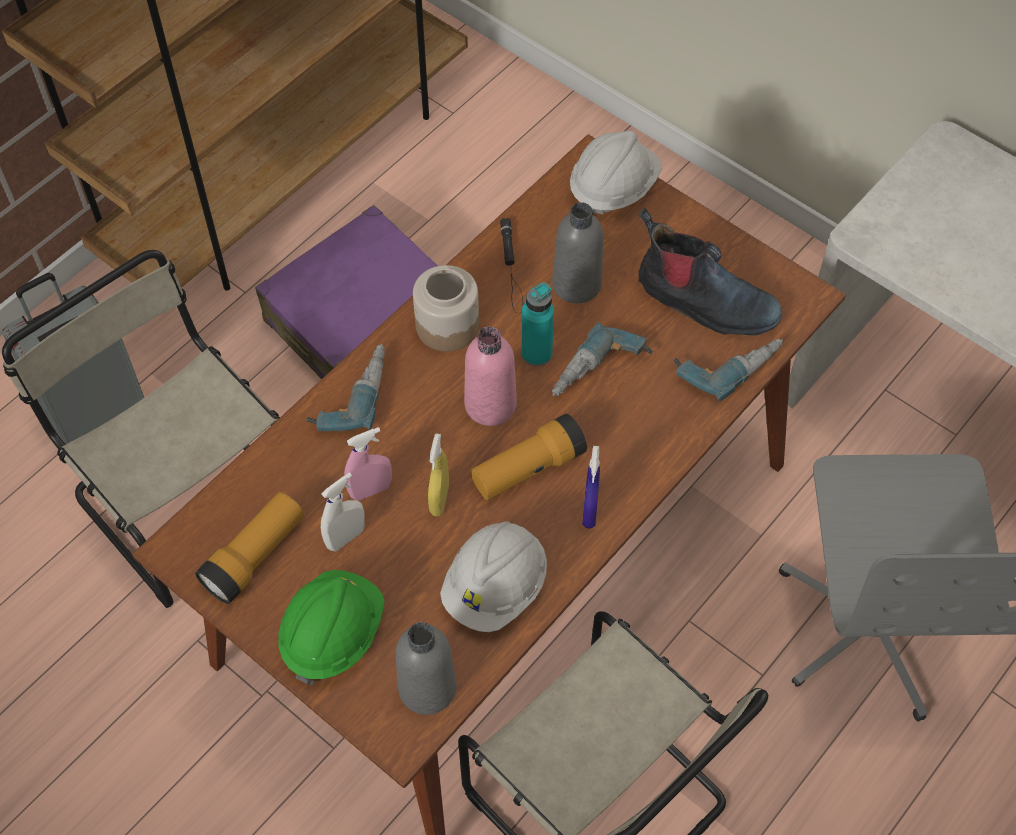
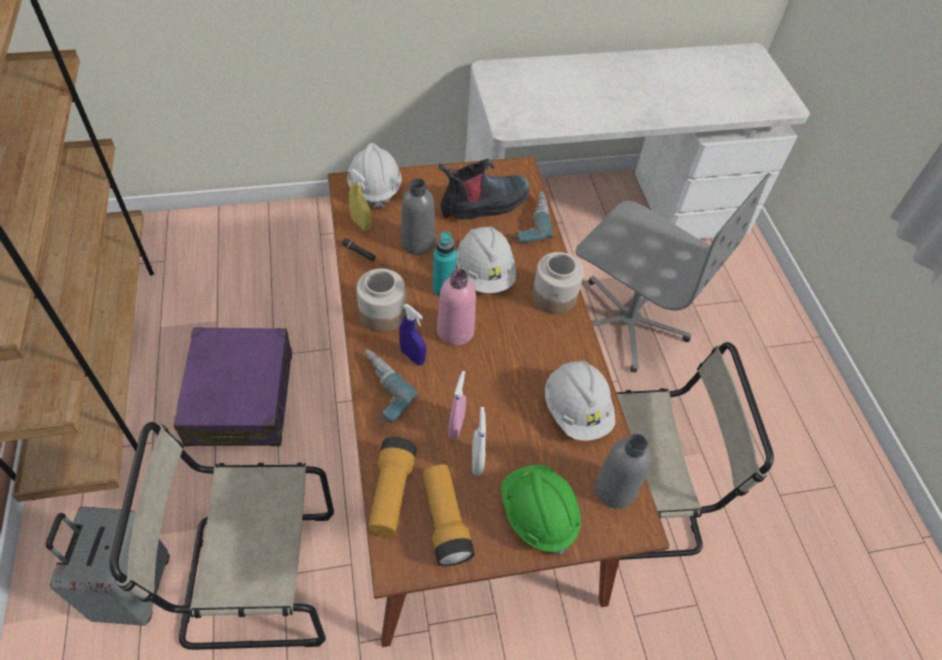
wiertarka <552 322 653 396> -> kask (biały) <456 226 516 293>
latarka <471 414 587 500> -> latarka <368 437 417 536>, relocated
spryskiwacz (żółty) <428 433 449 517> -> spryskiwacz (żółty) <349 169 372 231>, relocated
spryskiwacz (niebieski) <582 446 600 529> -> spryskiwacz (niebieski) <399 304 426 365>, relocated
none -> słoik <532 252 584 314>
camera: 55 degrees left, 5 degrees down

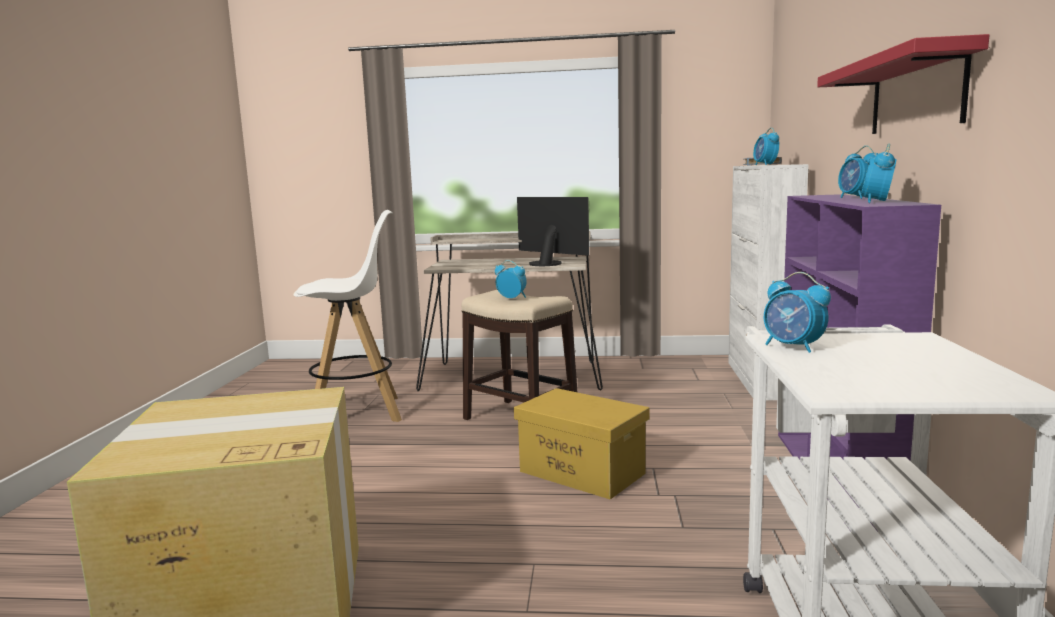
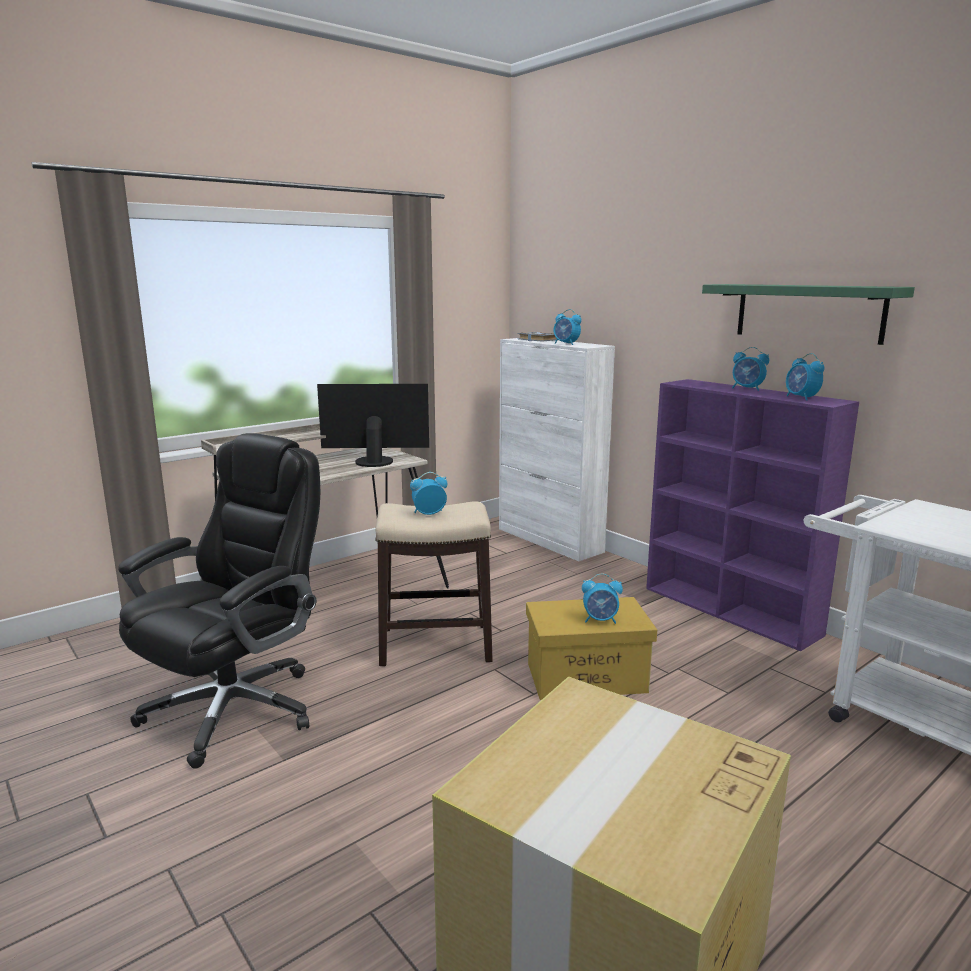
półka (czerwony) <817 34 989 134> -> półka (zielony) <702 284 915 345>
stołek (biały) <293 210 402 422> -> krzesło biurowe (czarny) <118 433 320 769>
budzik <764 272 831 353> -> budzik <582 573 623 624>, relocated
camera: 45 degrees left, 5 degrees up

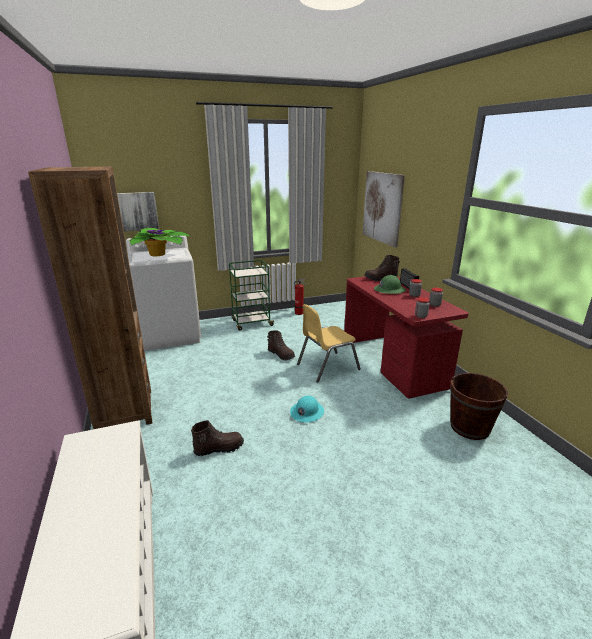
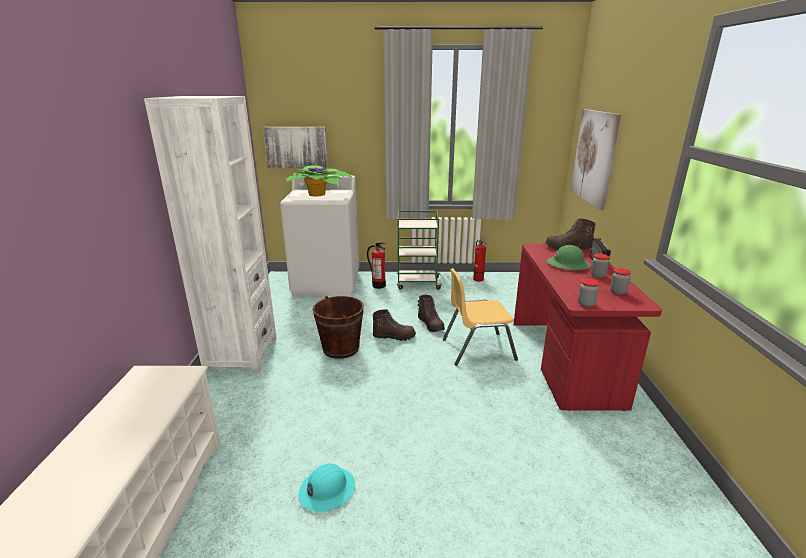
regał (brązowy) <28 166 152 429> -> regał (biały) <144 96 277 373>
wiadro (brązowy) <450 373 508 440> -> wiadro (brązowy) <313 296 364 359>, relocated
kask (turkusowy) <290 395 324 422> -> kask (turkusowy) <298 464 355 512>, relocated
but z cholewką (brązowy) <191 420 244 456> -> but z cholewką (brązowy) <373 310 416 341>, relocated
none -> gaśnica <367 242 386 289>
camera: 20 degrees right, 0 degrees up

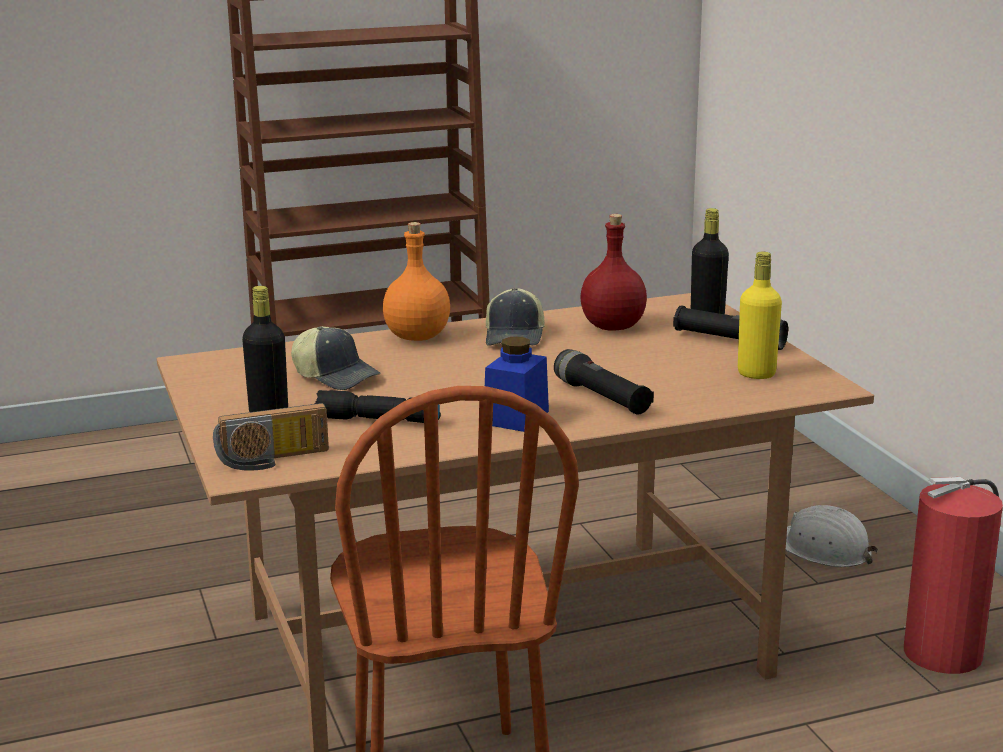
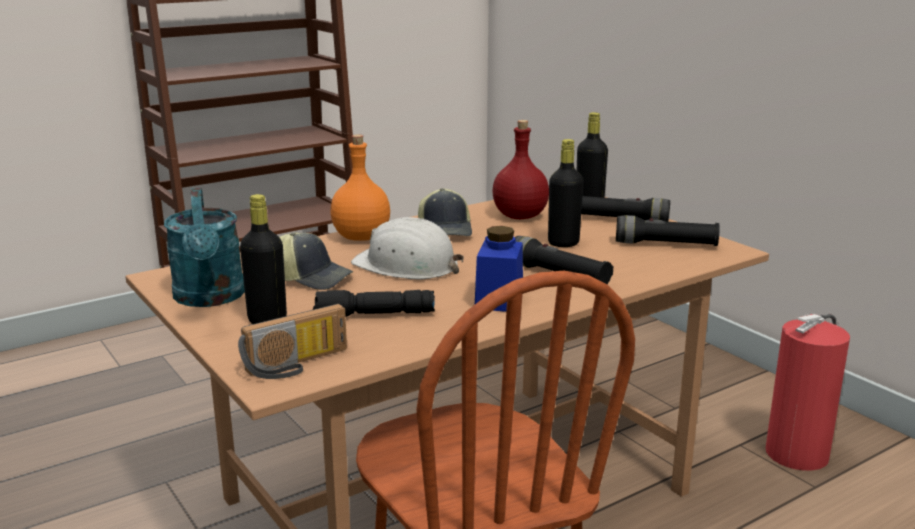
butelka (żółty) <738 252 782 379> -> latarka (czarny) <616 215 720 246>
kask (biały) <786 505 878 567> -> kask (biały) <351 217 464 279>, relocated
none -> butelka (czarny) <548 139 583 247>
none -> konewka (turkusowy) <164 188 245 307>
camera: 15 degrees left, 0 degrees up

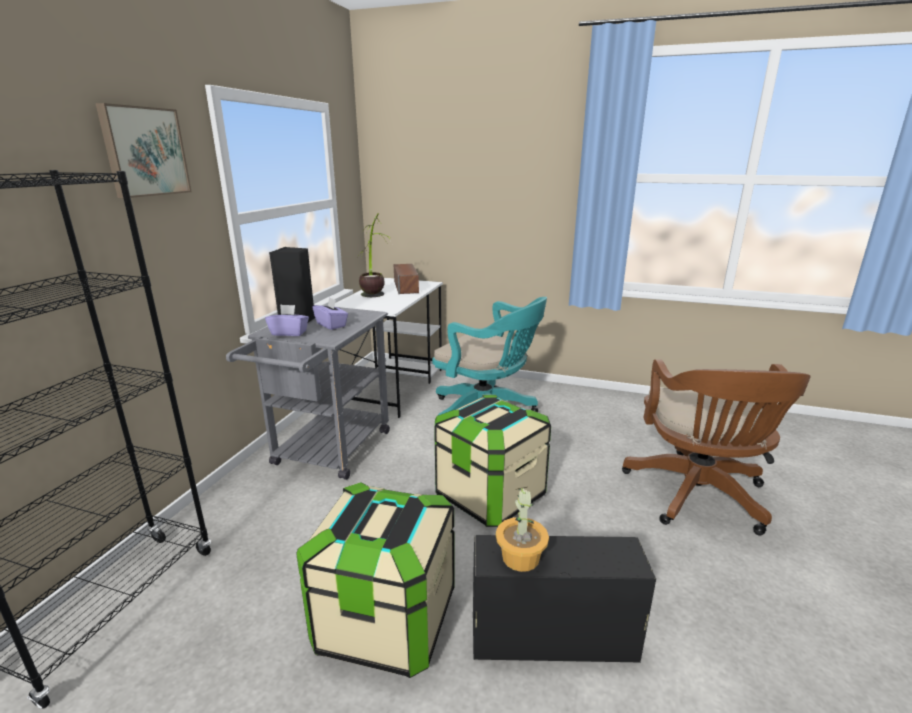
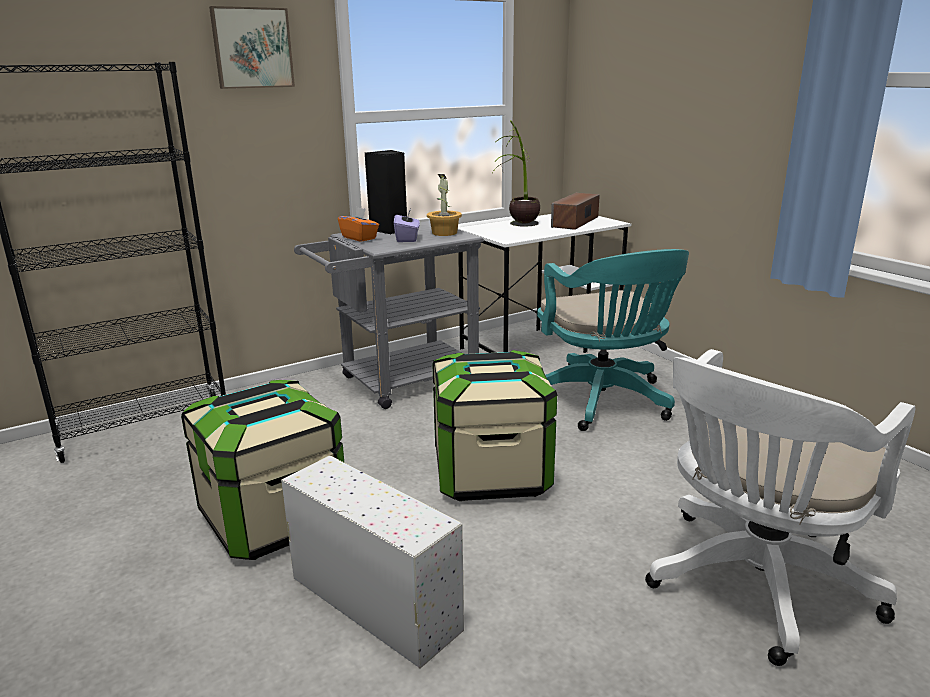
pudełko chusteczek (fioletowy) <265 304 309 336> -> pudełko chusteczek (pomarańczowy) <338 207 379 242>
krzesło biurowe (brązowy) <622 359 810 536> -> krzesło biurowe (biały) <645 349 915 666>
roślina doniczkowa <496 487 549 572> -> roślina doniczkowa <427 174 462 236>, relocated
pojemnik do przechowywania (czarny) <473 535 656 662> -> pojemnik do przechowywania (biały) <281 456 464 669>
camera: 40 degrees right, 0 degrees up

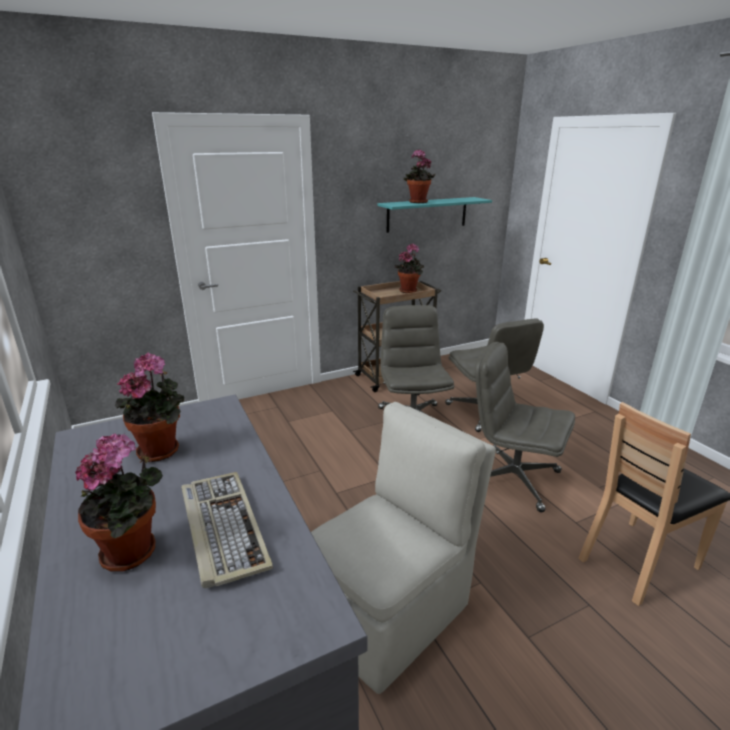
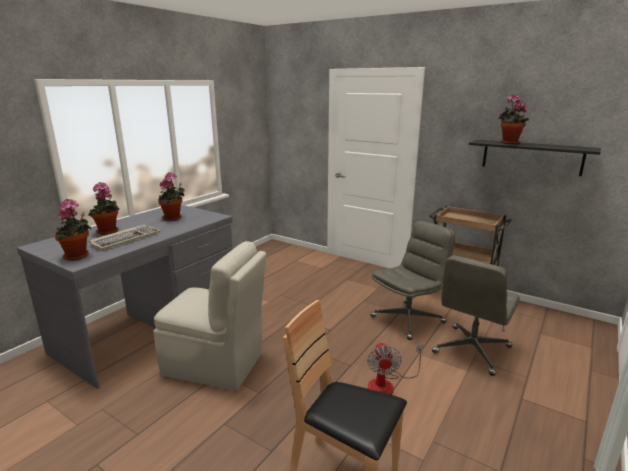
półka (turkusowy) <377 197 492 233> -> półka (czarny) <469 140 601 176>
roślina doniczkowa <394 244 424 293> -> roślina doniczkowa <55 199 91 261>, relocated
krzesło biurowe (szary) <475 342 575 512> -> wentylator <367 342 423 395>
camera: 60 degrees right, 5 degrees down

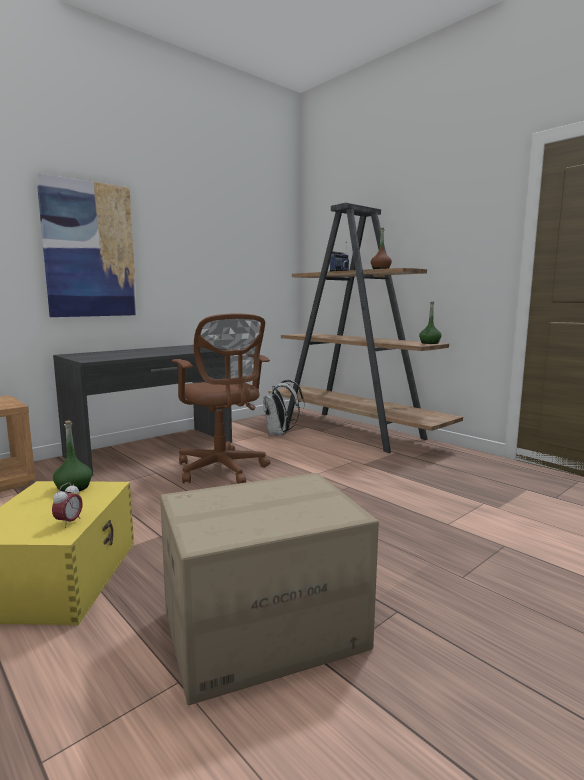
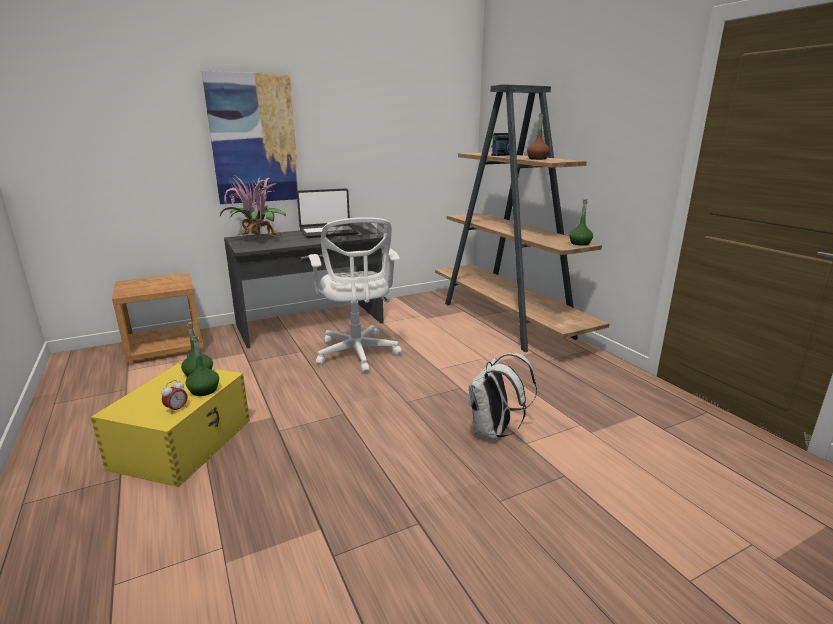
krzesło biurowe (brązowy) <172 313 270 484> -> krzesło biurowe (biały) <308 217 402 373>
plecak (biały) <263 380 305 436> -> plecak (biały) <469 353 537 440>, relocated
karton <160 473 379 705> -> none
none -> roślina doniczkowa <220 174 286 238>
none -> laptop <297 189 359 238>
none -> butelka (zielony) <185 336 219 396>
camera: 15 degrees right, 10 degrees up

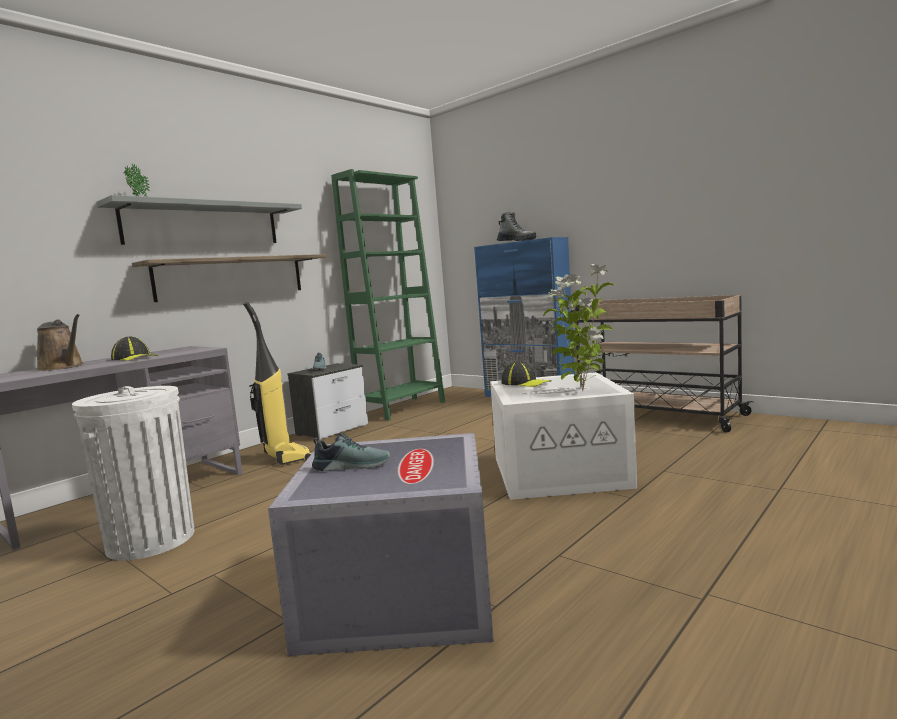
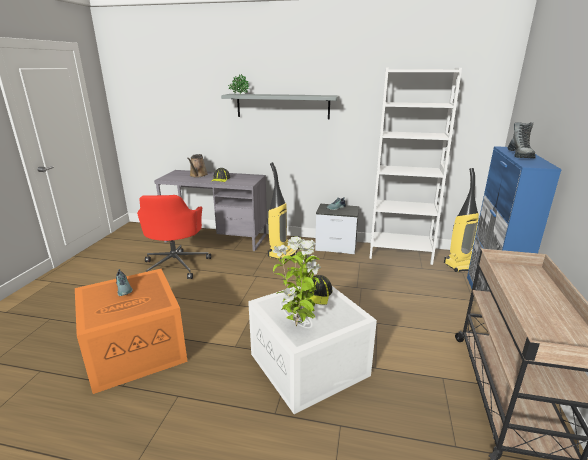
regał (zielony) <331 169 445 421> -> regał (biały) <369 68 462 265>
półka <132 254 326 302> -> none
kosz na śmieci (biały) <72 386 194 561> -> krzesło biurowe (czerwony) <137 195 211 279>
pojemnik do przechowywania (szary) <268 433 494 656> -> pojemnik do przechowywania (pomarańczowy) <75 269 188 394>
none -> odkurzacz <444 168 479 272>
camera: 60 degrees right, 15 degrees up

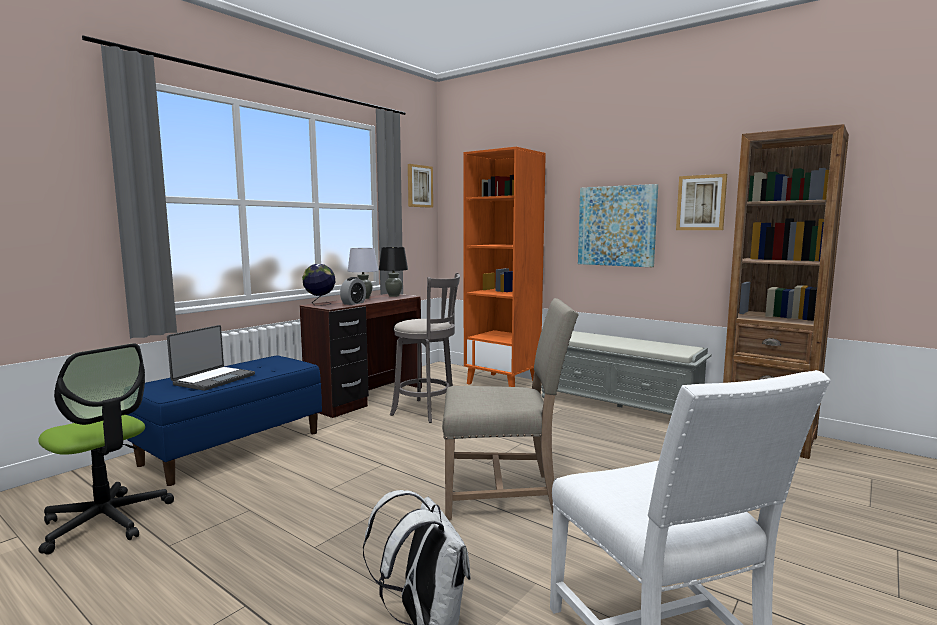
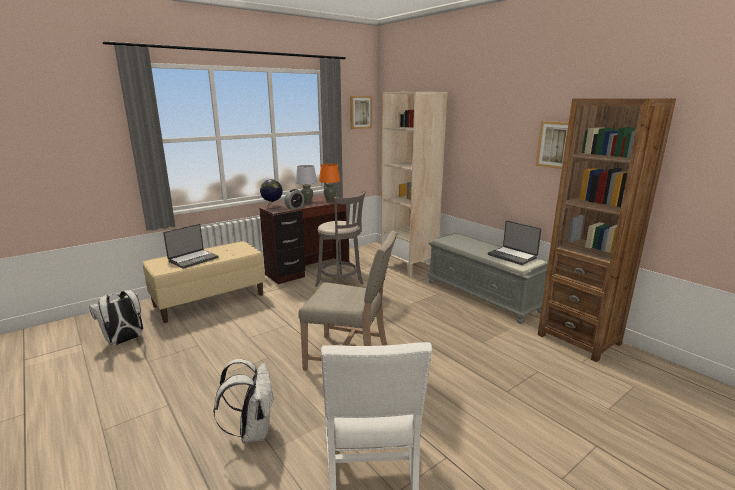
regał (pomarańczowy) <463 147 546 387> -> regał (beżowy) <381 92 448 277>
obraz <578 184 658 267> -> none
lampa stołowa (czarny) <379 247 408 297> -> lampa stołowa (pomarańczowy) <319 164 340 201>
krzesło biurowe <38 343 174 555> -> plecak (biały) <89 290 143 345>
ławka (niebieski) <126 355 322 486> -> ławka (beżowy) <143 241 265 323>
none -> laptop <488 221 542 265>
camera: 15 degrees right, 10 degrees up

